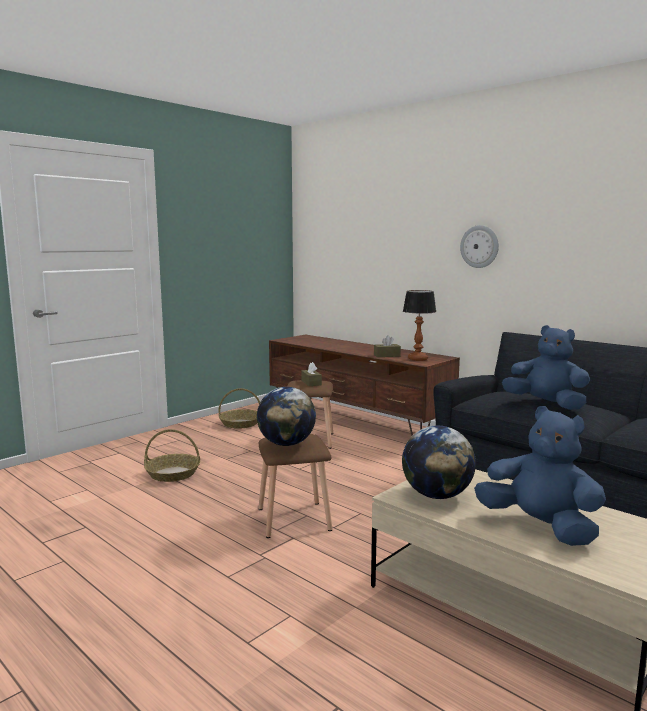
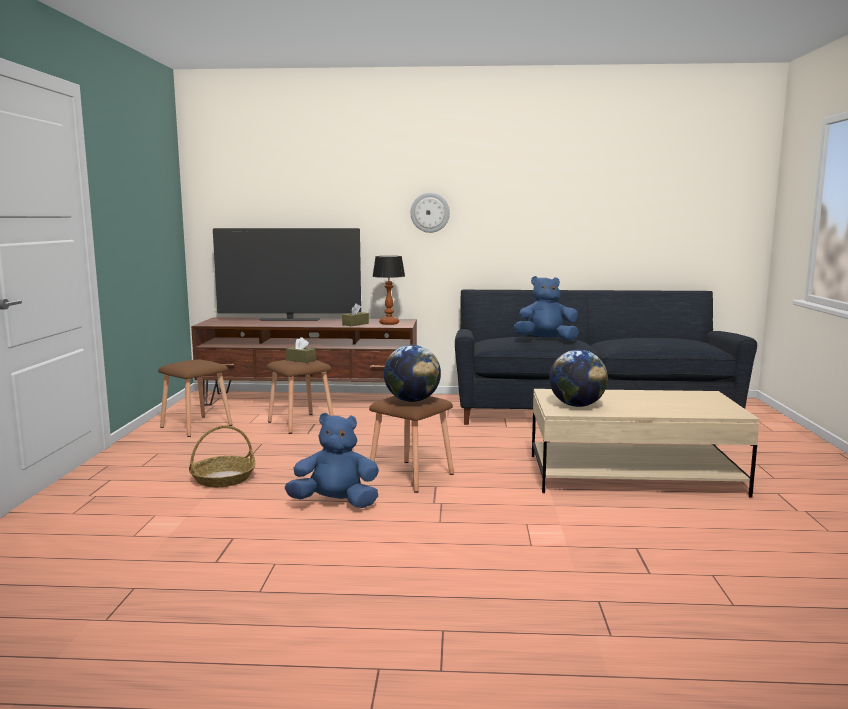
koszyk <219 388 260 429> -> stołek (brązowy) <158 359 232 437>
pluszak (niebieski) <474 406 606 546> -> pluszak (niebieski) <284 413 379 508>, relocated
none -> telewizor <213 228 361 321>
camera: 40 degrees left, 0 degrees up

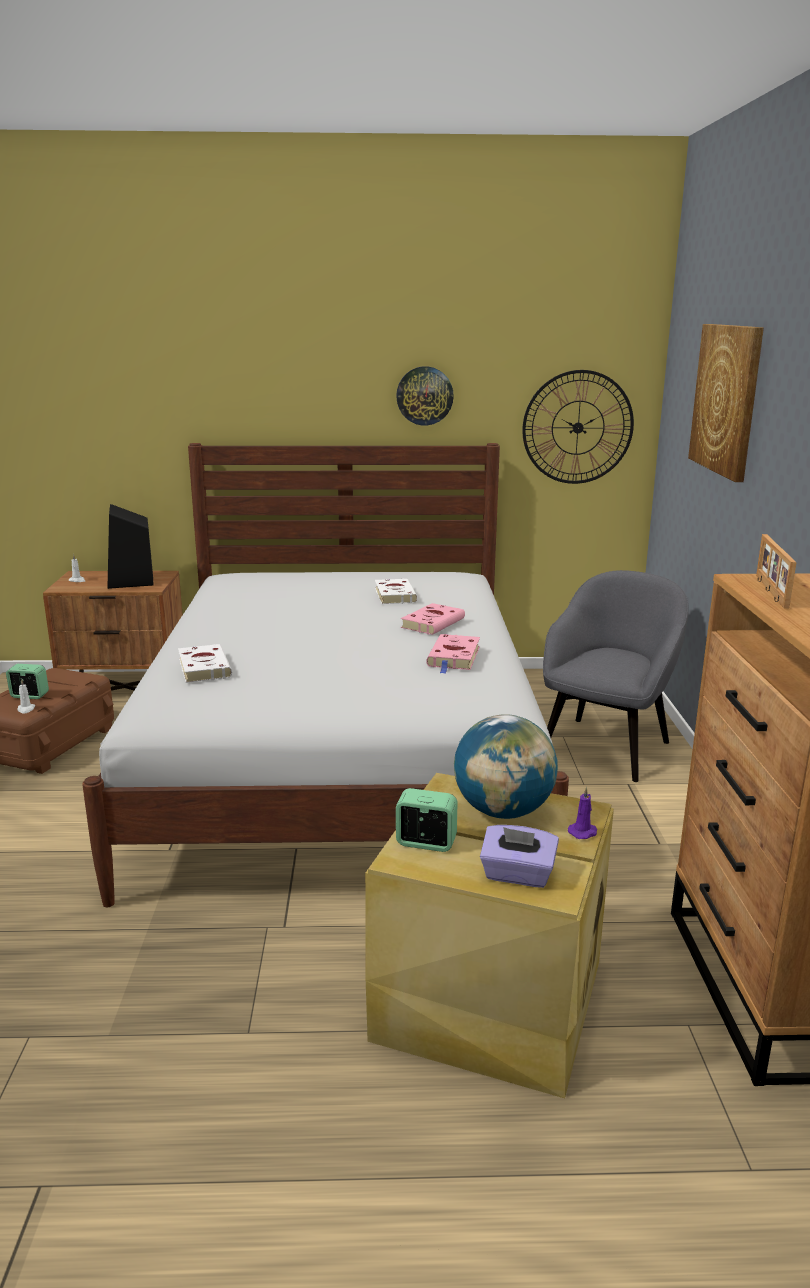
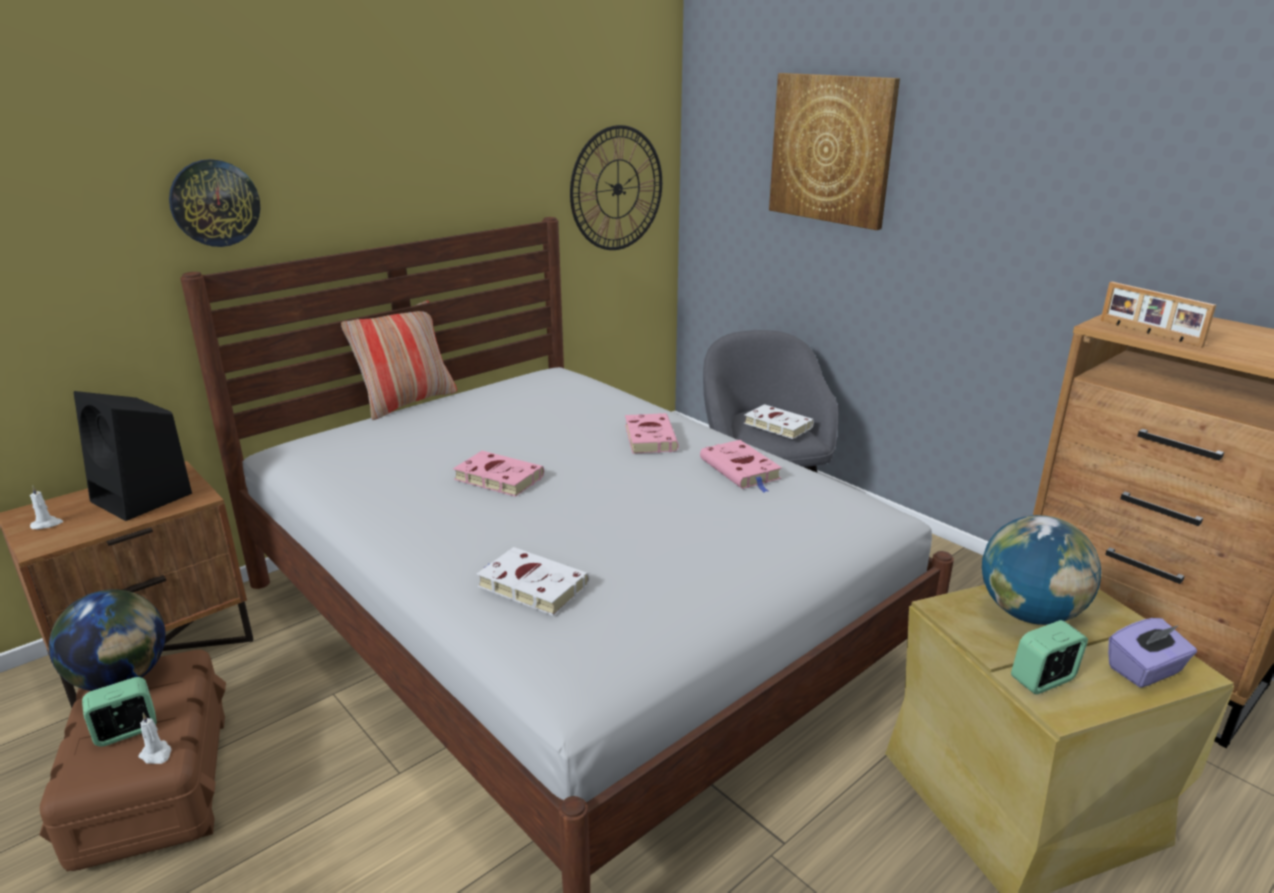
zegar ścienny <396 366 454 425> -> zegar ścienny <169 159 260 247>, relocated
książka (biały) <375 579 418 604> -> książka (biały) <744 404 814 439>, relocated
świeca (fioletowy) <568 786 597 839> -> none
none -> poduszka <341 300 457 420>
none -> książka (różowy) <453 451 544 497>
none -> globus <49 589 166 691>
camera: 40 degrees left, 5 degrees up

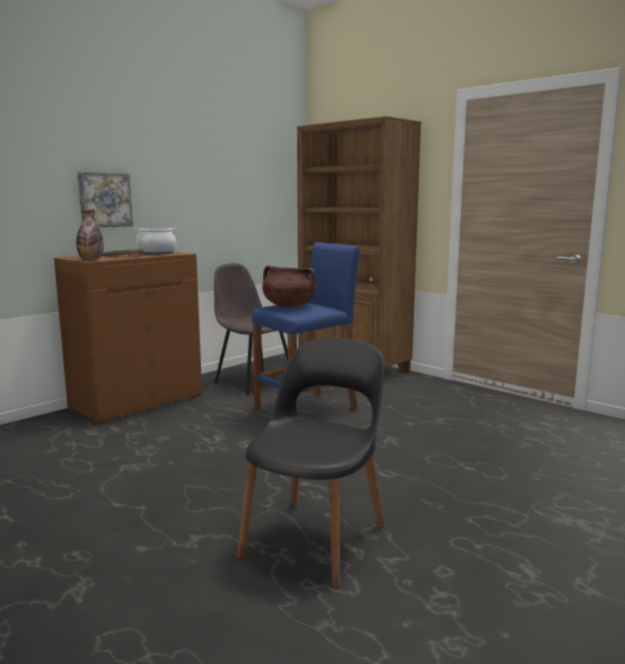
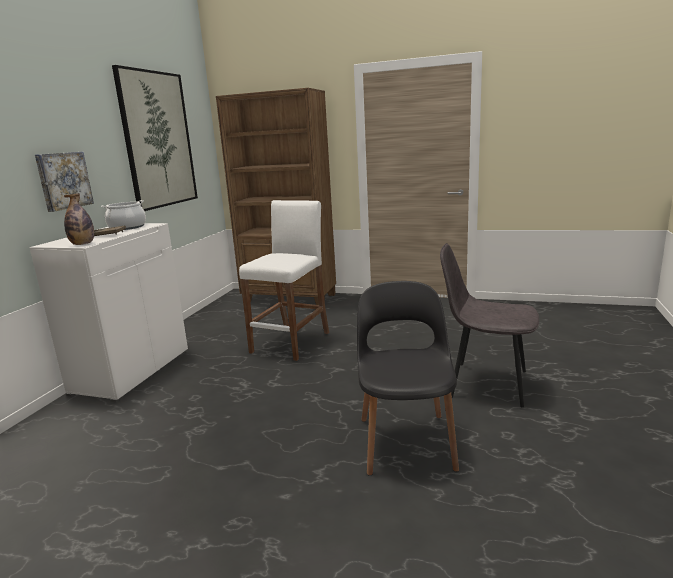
stołek (niebieski) <252 242 360 412> -> stołek (biały) <239 200 329 361>
szafka (brązowy) <54 252 202 425> -> szafka (biały) <29 223 188 402>
krzesło (szary) <214 263 288 395> -> krzesło (szary) <440 243 539 407>, relocated
garnek (brązowy) <262 266 316 307> -> none
none -> obraz <112 65 198 211>
camera: 25 degrees left, 5 degrees up

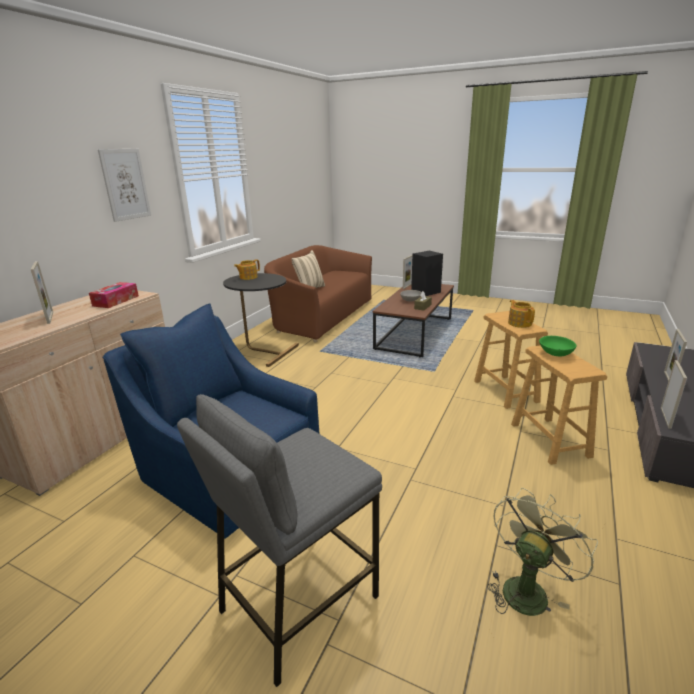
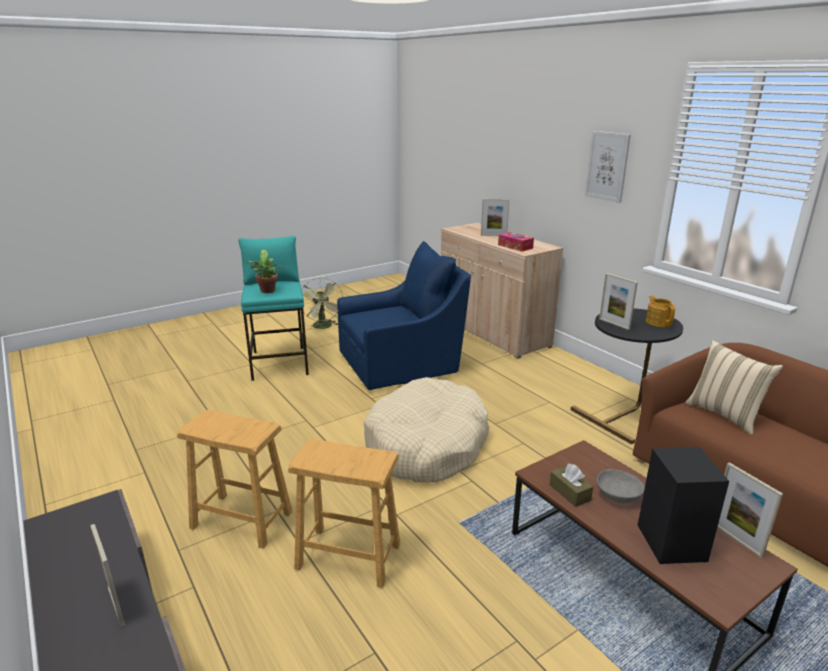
imbryk <508 300 535 328> -> none
miska (zielony) <539 336 576 356> -> none
ramka na zdjęcie <661 360 687 429> -> ramka na zdjęcie <599 273 638 330>, relocated
stołek (szary) <177 394 382 687> -> stołek (turkusowy) <238 236 309 381>
wentylator (zielony) <487 488 598 616> -> wentylator (zielony) <302 277 343 330>, relocated
none -> roślina doniczkowa <247 250 284 293>
none -> legowisko (beżowy) <364 377 489 483>
camera: 120 degrees right, 0 degrees up

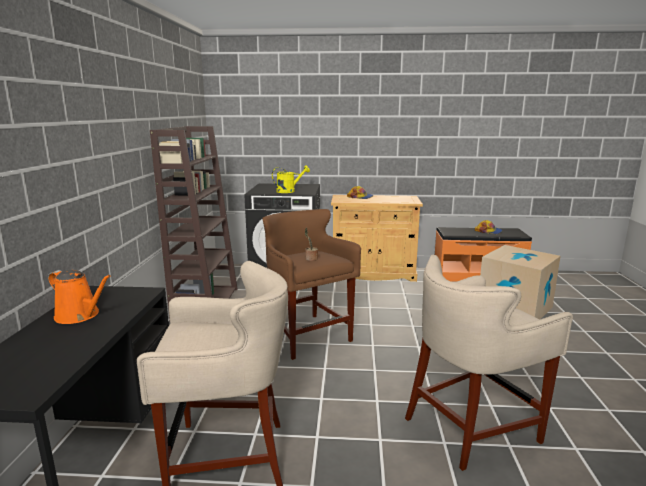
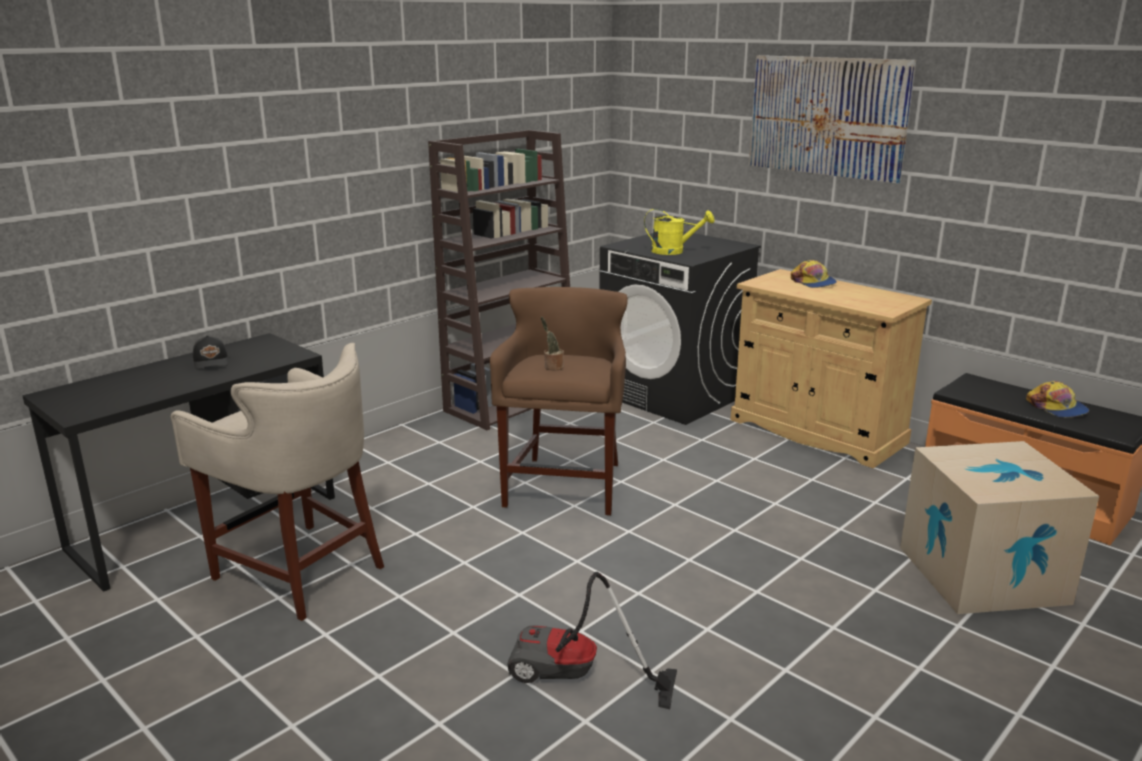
stołek (beżowy) <405 255 573 471> -> odkurzacz <507 572 677 709>
konewka (pomarańczowy) <48 270 111 324> -> czapka z daszkiem (czarny) <193 336 228 369>
none -> obraz <749 55 916 184>
camera: 40 degrees right, 5 degrees up

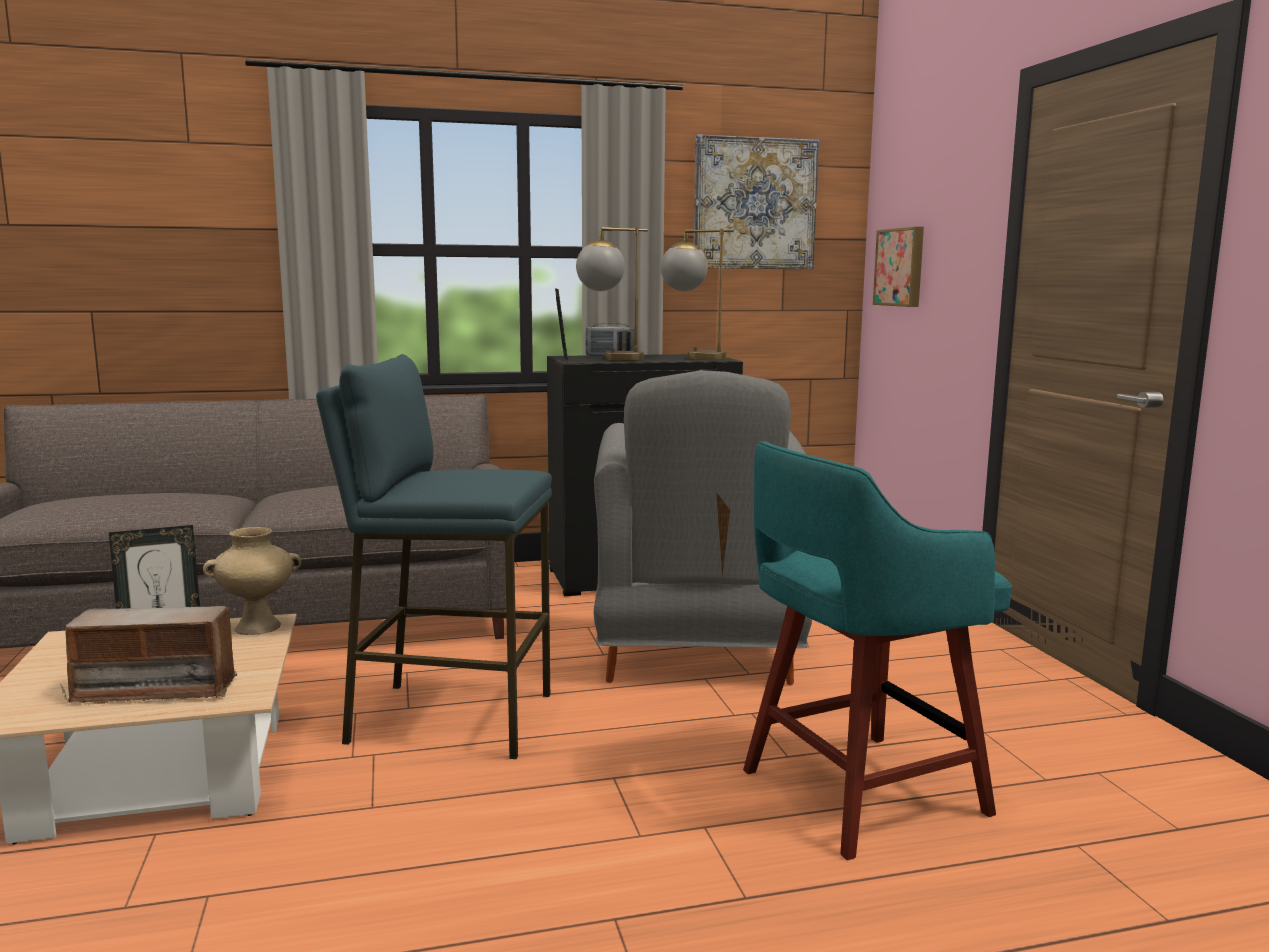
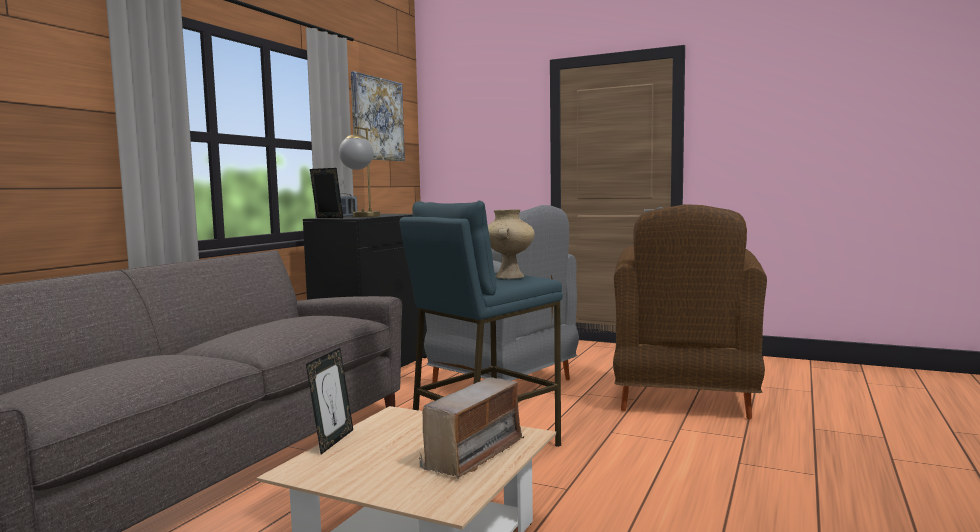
obraz <873 227 924 307> -> none
lampa stołowa <661 228 734 360> -> none
stołek (turkusowy) <743 441 1012 860> -> fotel (brązowy) <613 204 767 419>
wazon (beżowy) <203 527 301 635> -> wazon (beżowy) <488 209 535 279>, relocated
camera: 50 degrees left, 5 degrees down

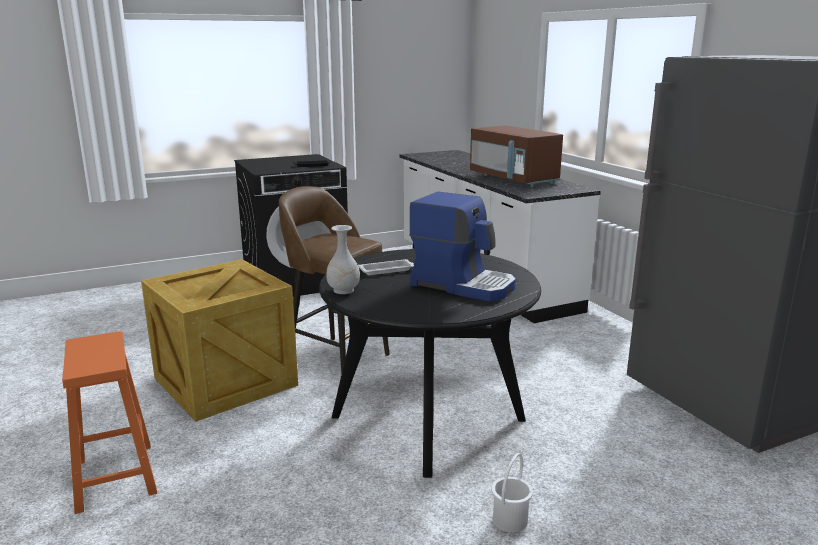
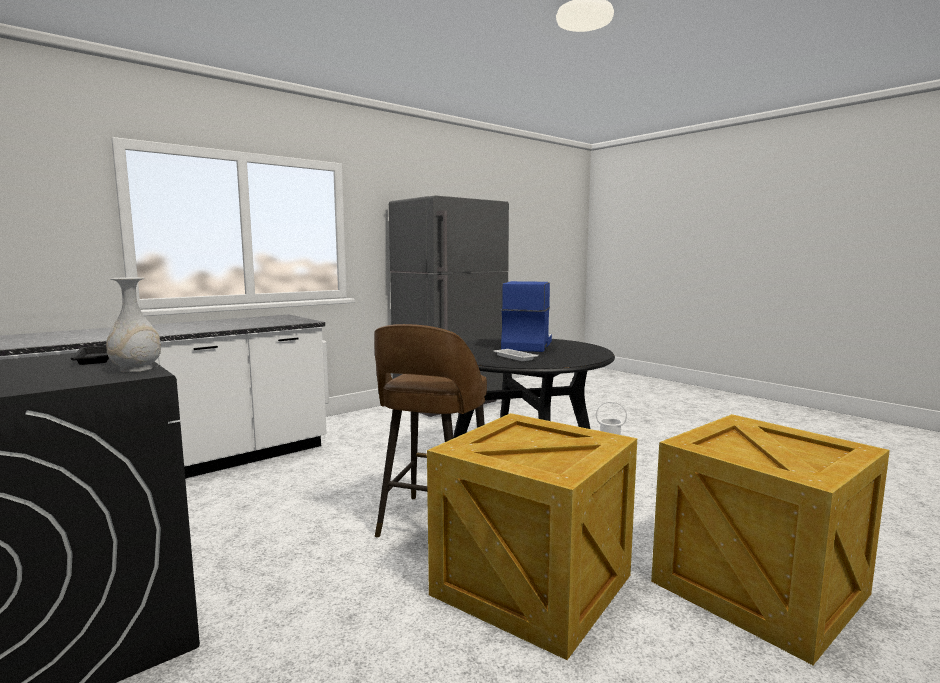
mikrofalówka (brązowy) <470 125 563 187> -> none
wazon (biały) <326 225 360 294> -> wazon (biały) <106 277 161 372>, relocated
stołek (pomarańczowy) <62 331 157 514> -> skrzynka <651 414 890 665>
camera: 105 degrees left, 10 degrees down

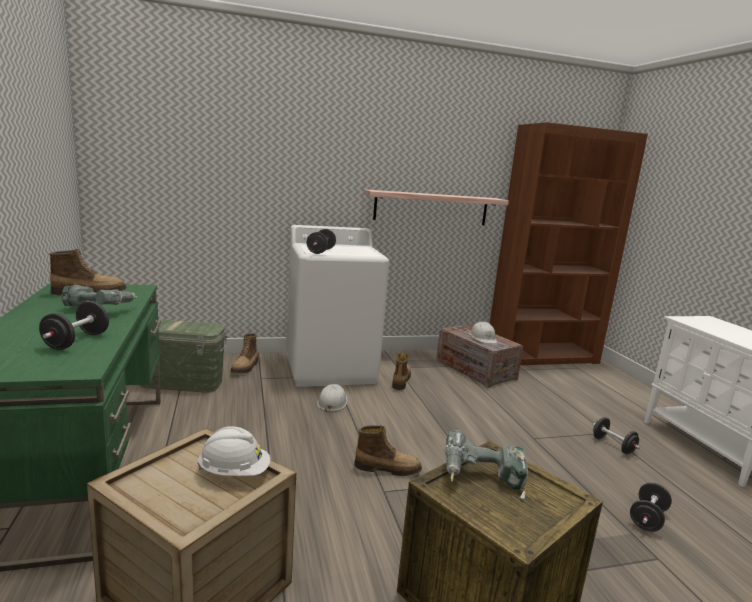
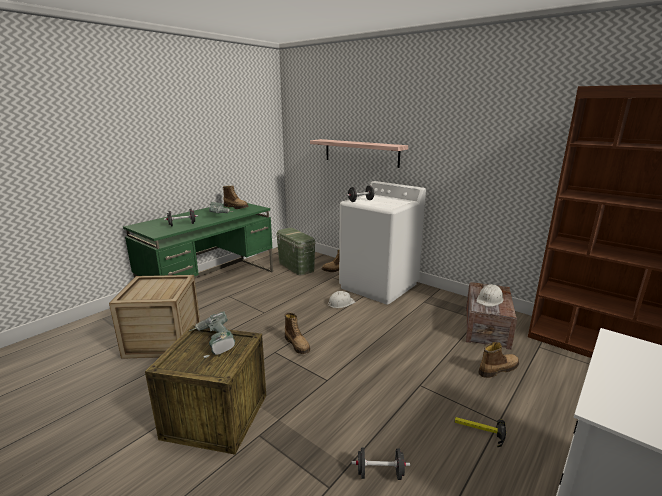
półka <364 189 509 225> -> półka <310 139 408 168>, relocated
but z cholewką <392 353 411 390> -> but z cholewką <478 342 519 378>, relocated
hantel (czarny) <593 417 640 455> -> młotek <455 417 506 447>
kask (biały) <197 426 270 476> -> none
camera: 55 degrees right, 5 degrees up

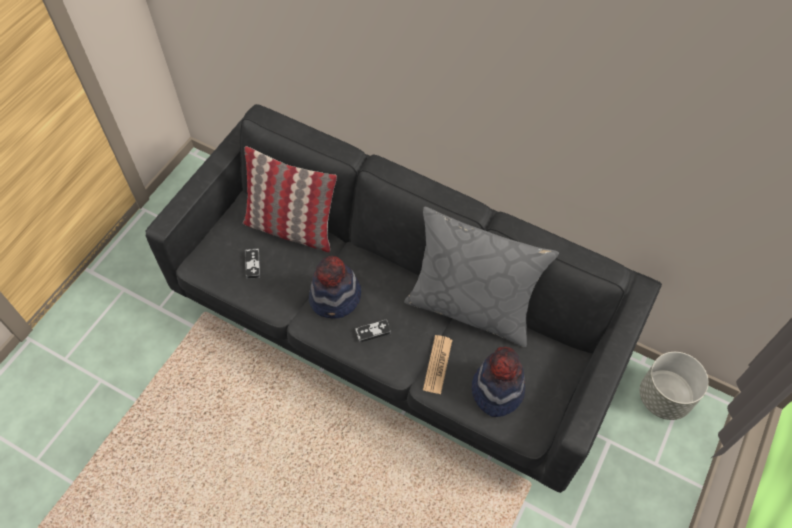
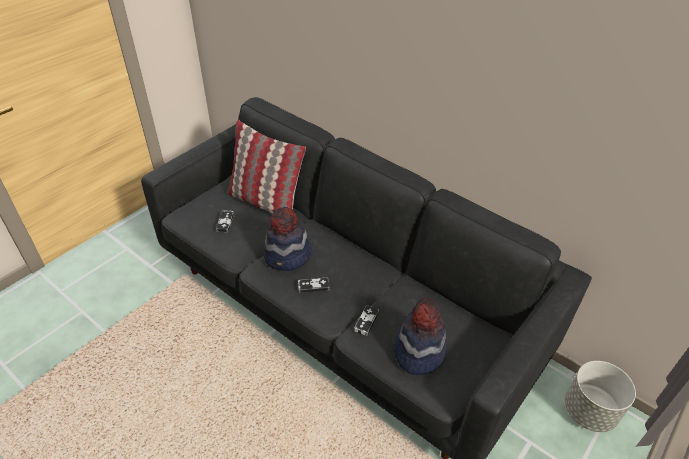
poduszka (szary) <404 207 559 348> -> none
gazeta <423 335 452 394> -> pad do gier <354 305 379 336>
camera: 10 degrees right, 15 degrees down

